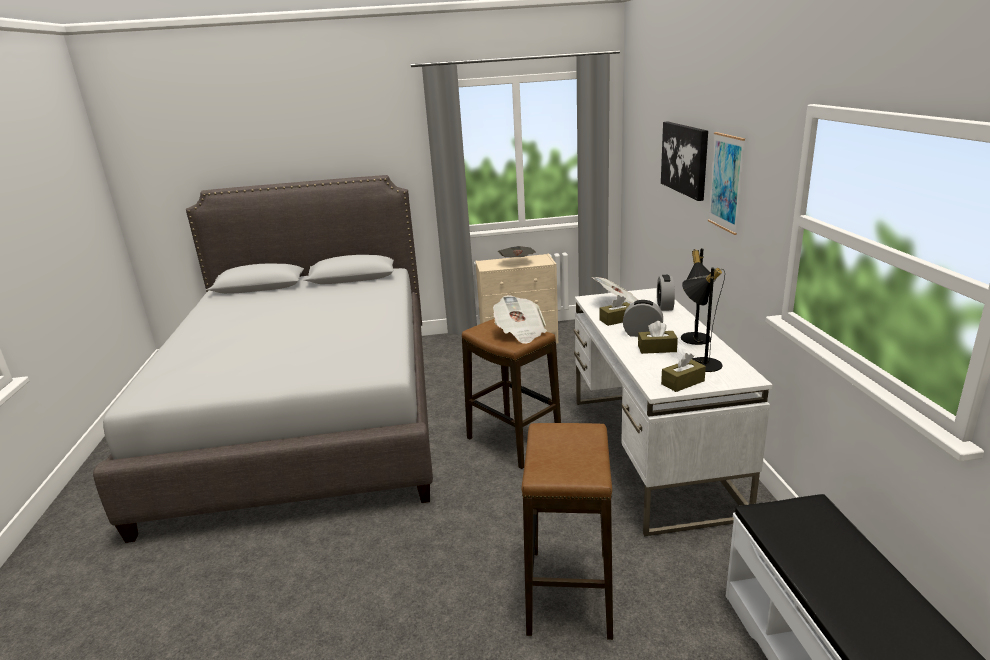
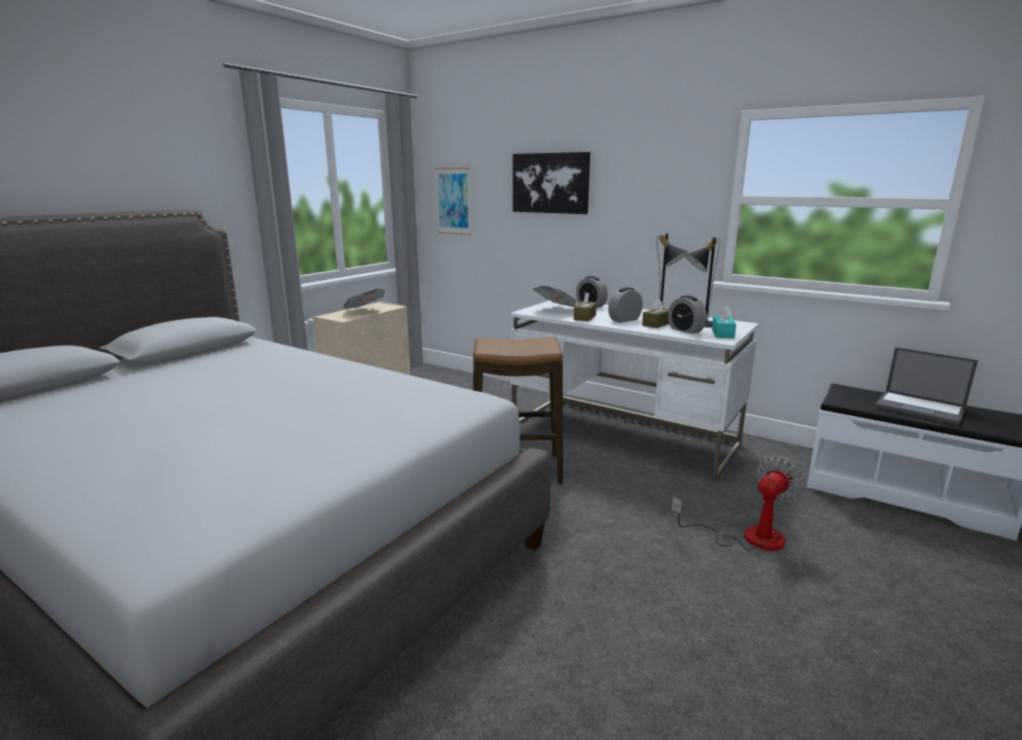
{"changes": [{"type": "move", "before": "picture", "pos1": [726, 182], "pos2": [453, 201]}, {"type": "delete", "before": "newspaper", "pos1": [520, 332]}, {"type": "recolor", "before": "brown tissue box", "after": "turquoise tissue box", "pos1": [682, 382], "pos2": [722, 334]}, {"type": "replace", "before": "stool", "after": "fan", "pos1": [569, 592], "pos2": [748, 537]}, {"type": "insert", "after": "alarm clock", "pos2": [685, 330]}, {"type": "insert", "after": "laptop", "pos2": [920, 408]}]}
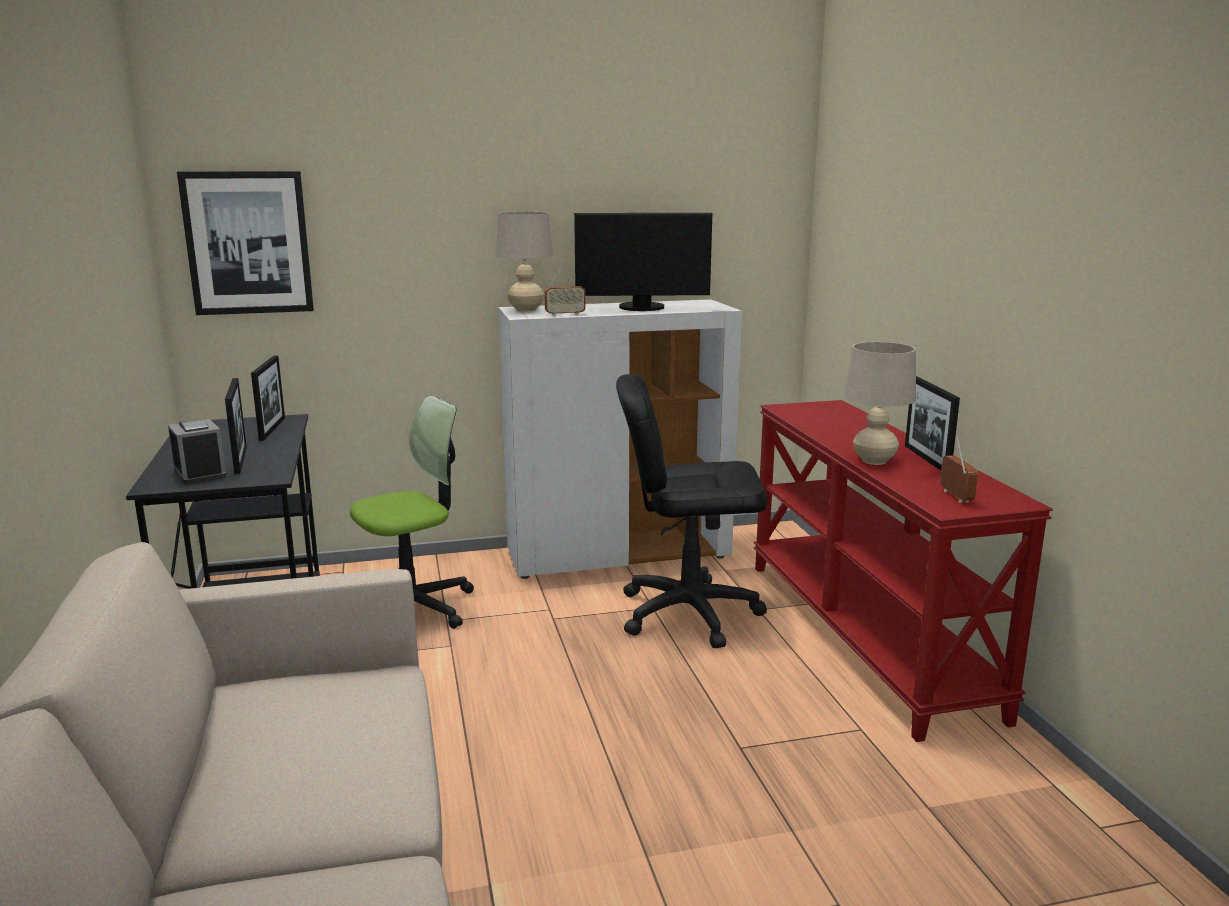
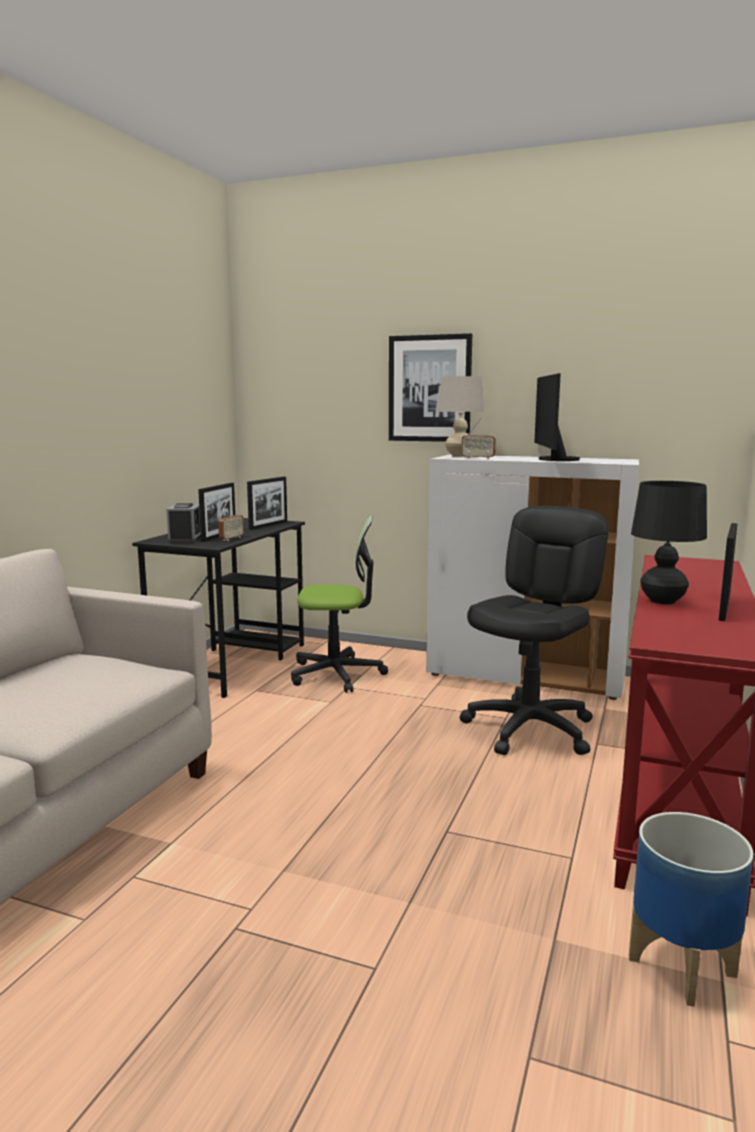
{"changes": [{"type": "move", "before": "picture", "pos1": [248, 243], "pos2": [429, 388]}, {"type": "rotate", "before": "monitor", "pos1": [642, 308], "pos2": [554, 459], "turn": 60}, {"type": "recolor", "before": "beige table lamp", "after": "black table lamp", "pos1": [873, 461], "pos2": [662, 601]}, {"type": "rotate", "before": "black office chair", "pos1": [688, 613], "pos2": [530, 729], "turn": 90}, {"type": "move", "before": "radio", "pos1": [955, 496], "pos2": [231, 539]}, {"type": "insert", "after": "planter", "pos2": [683, 968]}]}
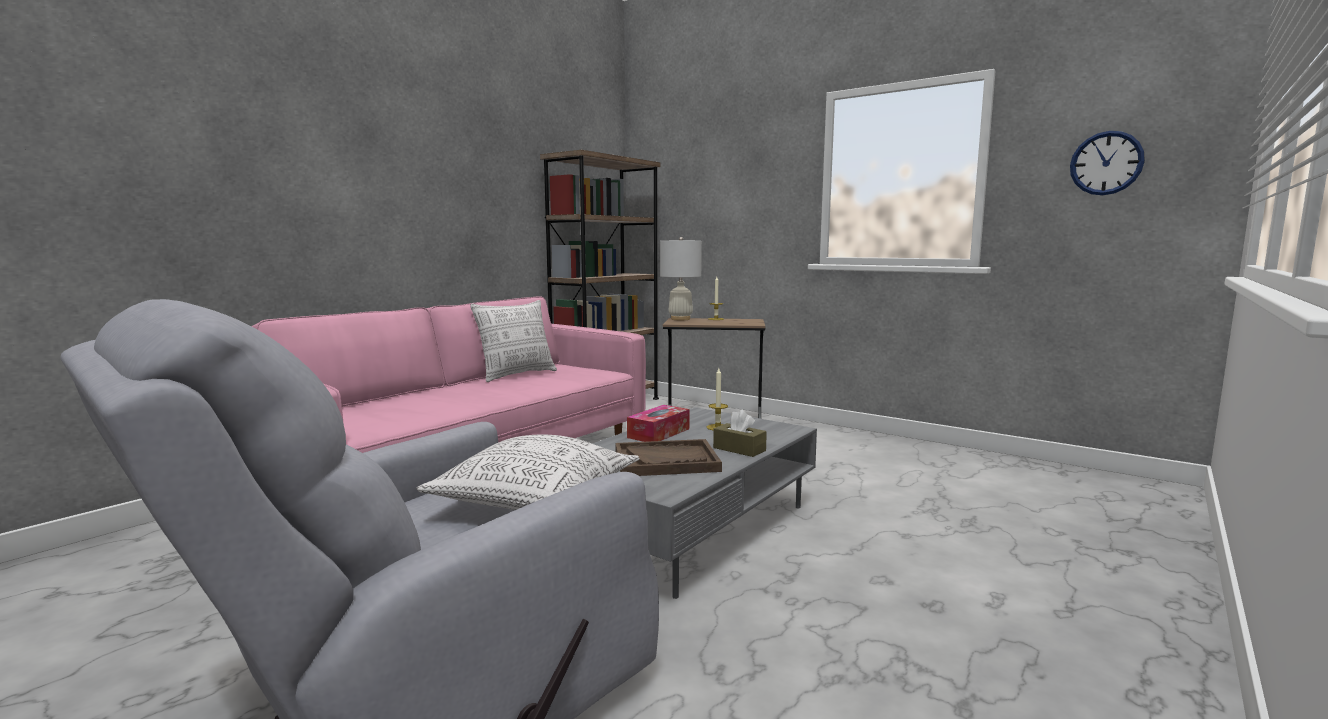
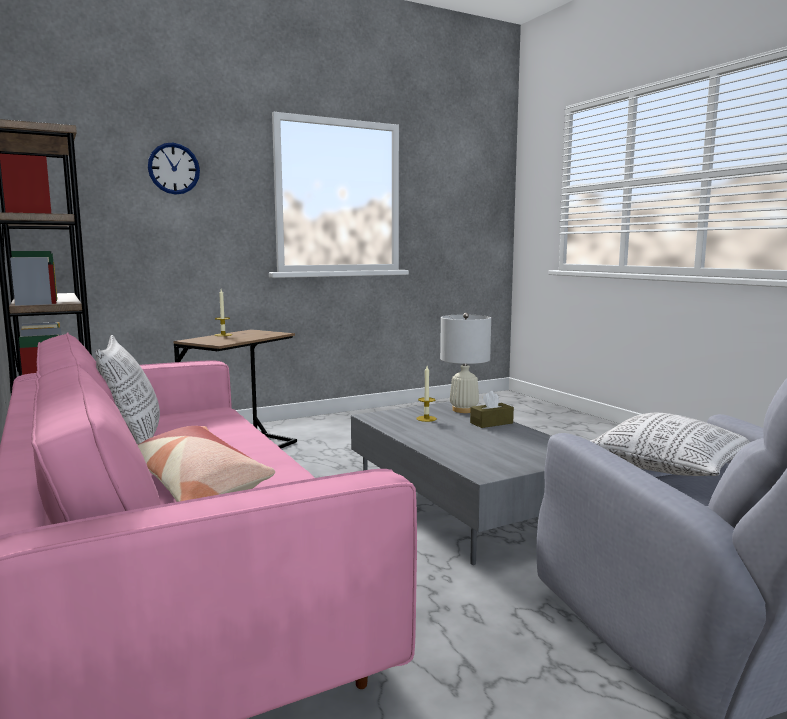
{"changes": [{"type": "move", "before": "wall clock", "pos1": [1106, 163], "pos2": [174, 168]}, {"type": "move", "before": "white table lamp", "pos1": [680, 319], "pos2": [464, 410]}, {"type": "delete", "before": "tissue box", "pos1": [658, 433]}, {"type": "delete", "before": "brown tray", "pos1": [666, 461]}, {"type": "insert", "after": "pillow", "pos2": [196, 485]}]}
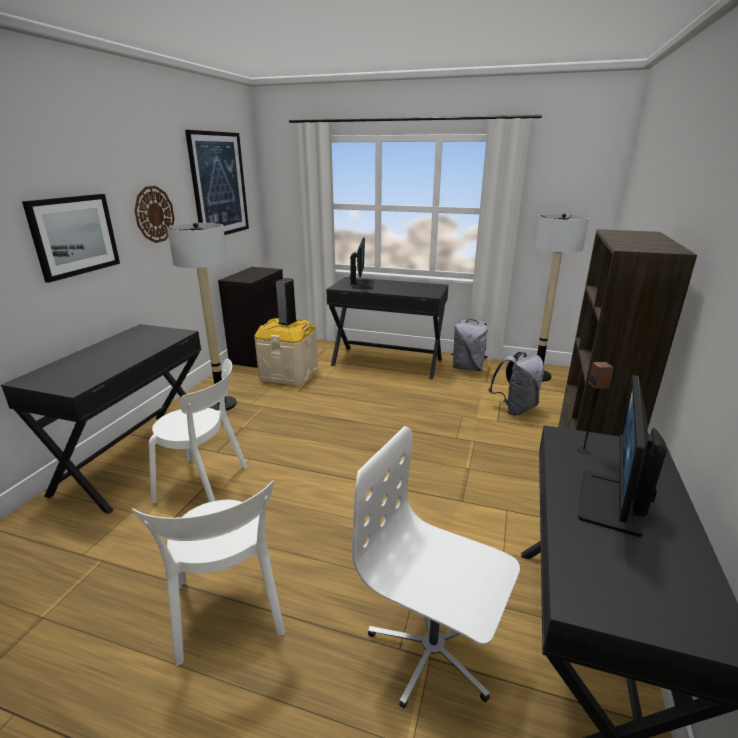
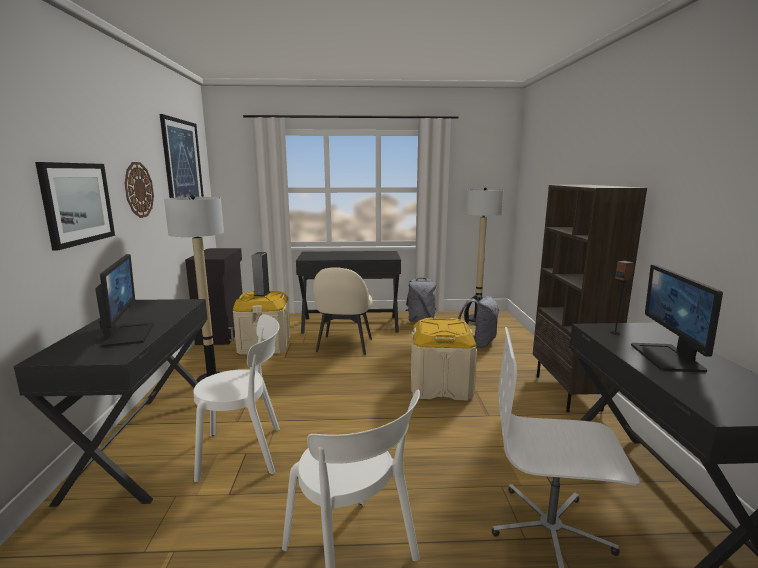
{"changes": [{"type": "move", "before": "monitor", "pos1": [362, 284], "pos2": [127, 334]}, {"type": "insert", "after": "beige chair", "pos2": [344, 346]}, {"type": "insert", "after": "beige storage box", "pos2": [441, 386]}]}
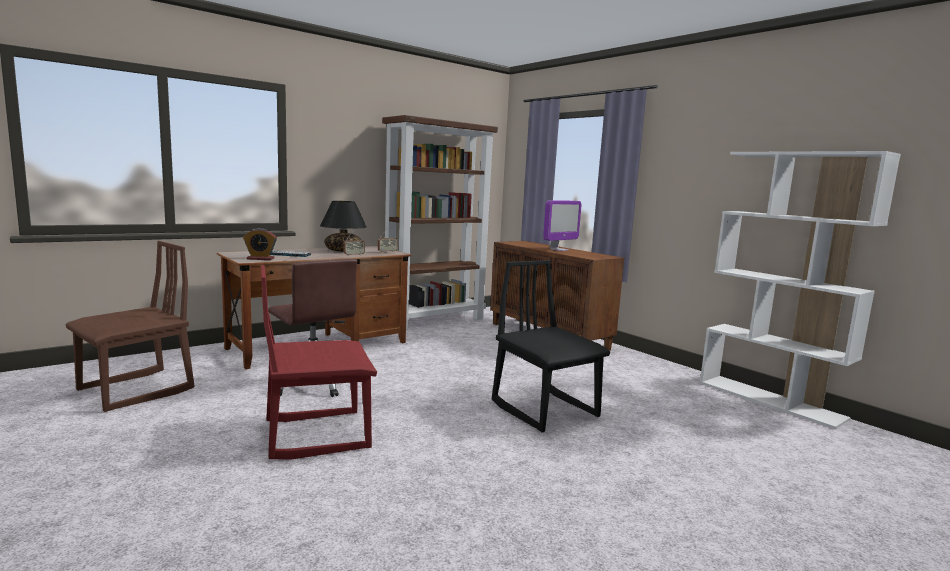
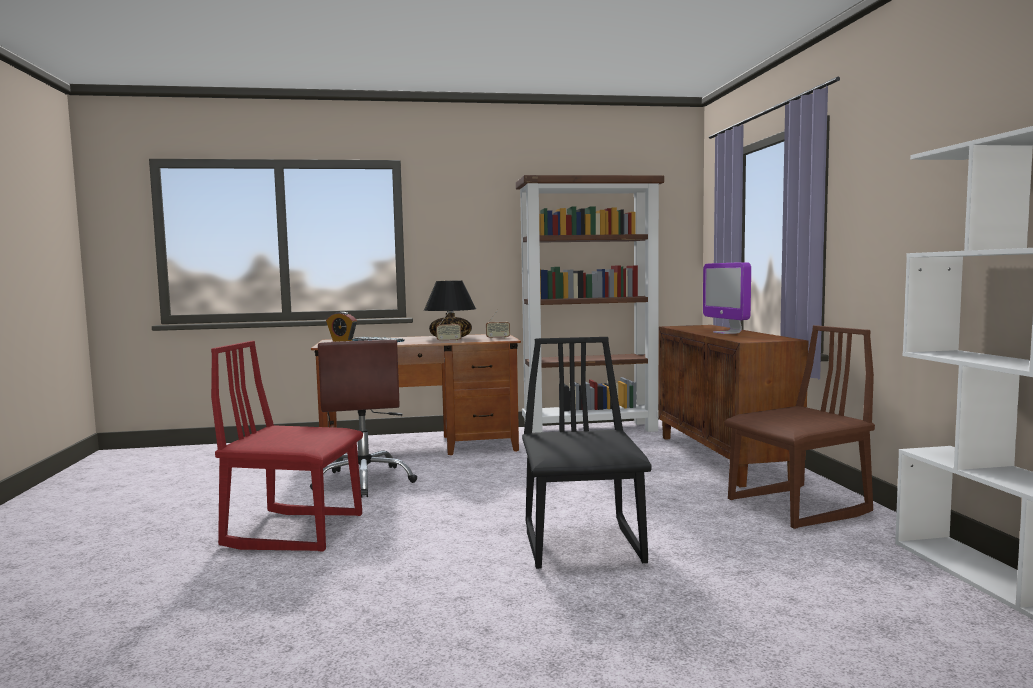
{"changes": [{"type": "rotate", "before": "monitor", "pos1": [559, 250], "pos2": [727, 333], "turn": 90}, {"type": "move", "before": "brown chair", "pos1": [136, 390], "pos2": [798, 507]}]}
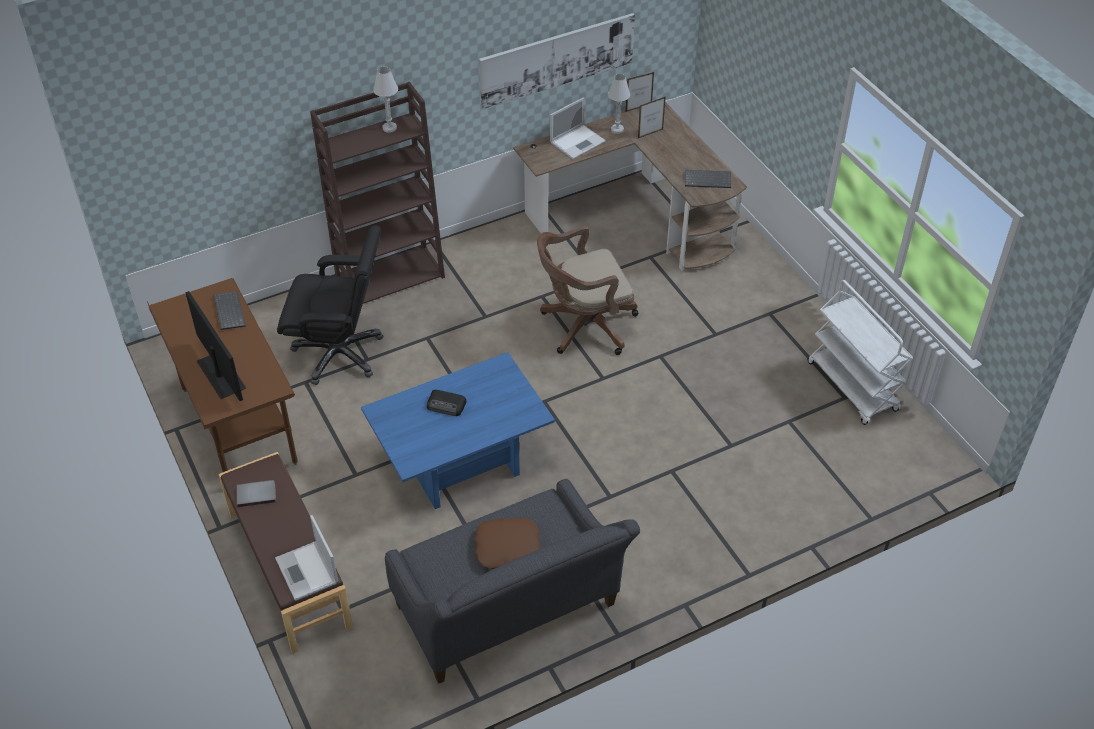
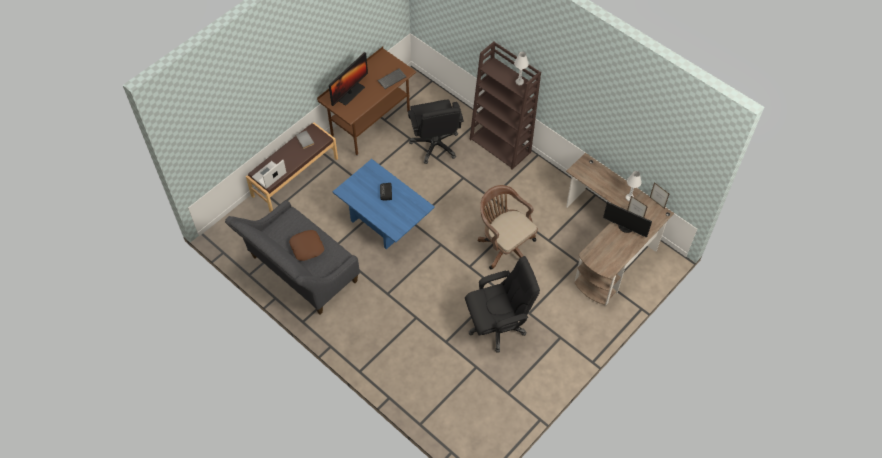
{"changes": [{"type": "delete", "before": "picture", "pos1": [557, 59]}, {"type": "delete", "before": "laptop", "pos1": [578, 141]}, {"type": "delete", "before": "keyboard", "pos1": [708, 179]}, {"type": "delete", "before": "white cart", "pos1": [853, 387]}, {"type": "insert", "after": "monitor", "pos2": [625, 227]}, {"type": "insert", "after": "black office chair", "pos2": [498, 326]}]}
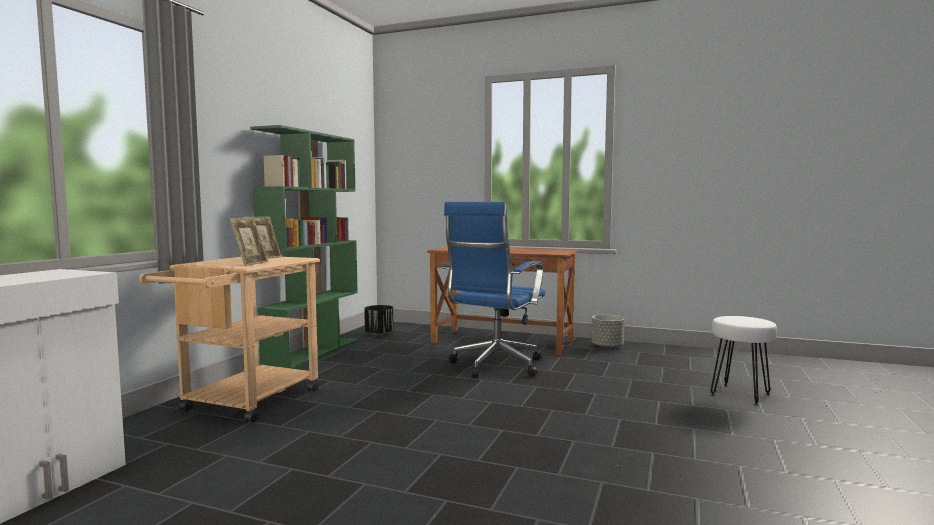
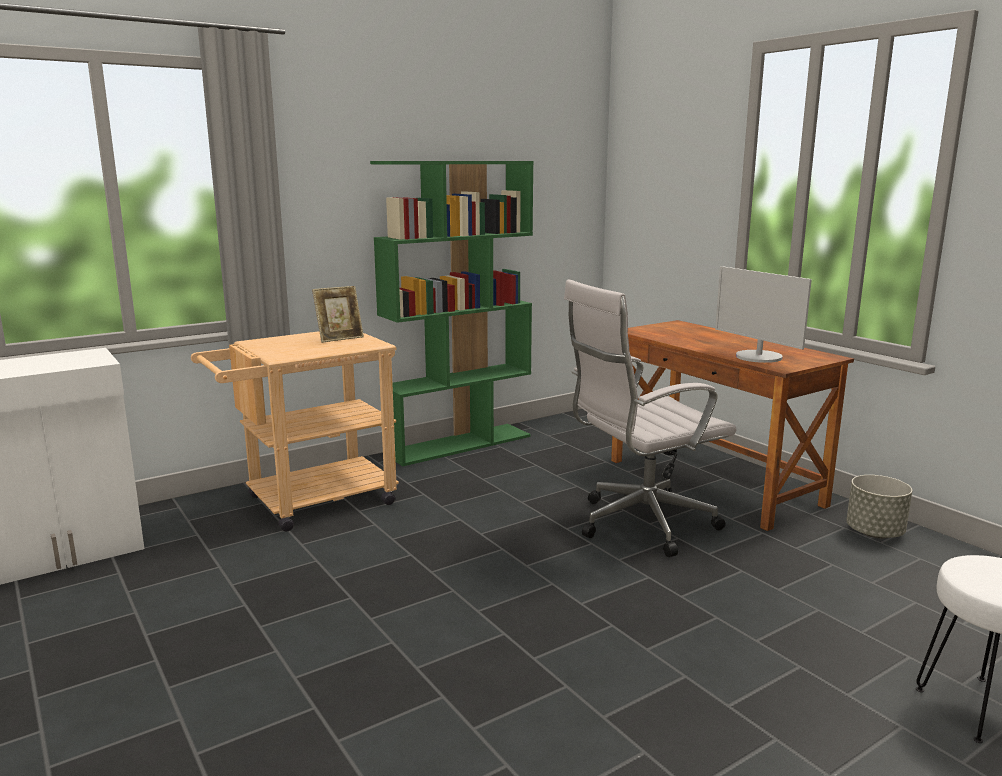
{"changes": [{"type": "recolor", "before": "blue office chair", "after": "white office chair", "pos1": [494, 366], "pos2": [639, 524]}, {"type": "delete", "before": "picture frame", "pos1": [250, 264]}, {"type": "delete", "before": "black planter", "pos1": [379, 334]}, {"type": "insert", "after": "monitor", "pos2": [758, 357]}]}
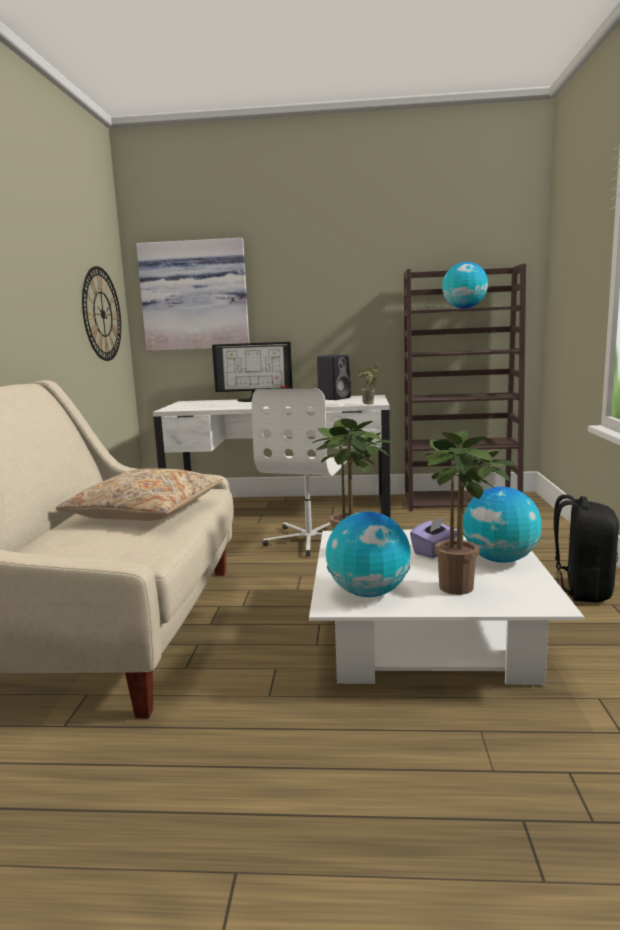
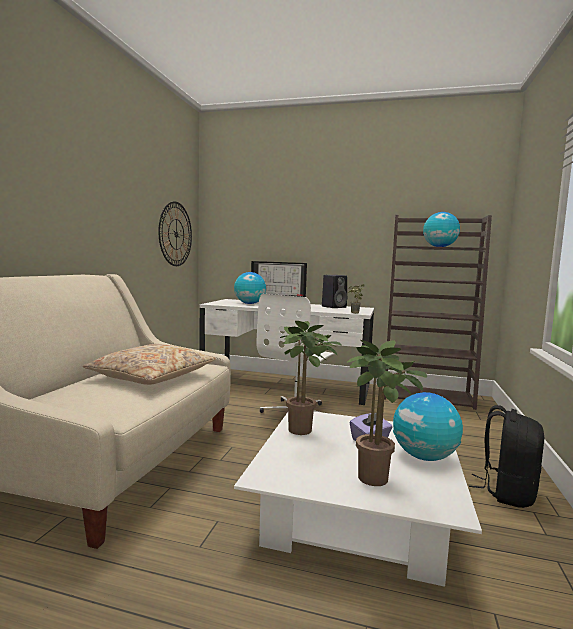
{"changes": [{"type": "delete", "before": "picture", "pos1": [195, 296]}, {"type": "move", "before": "globe", "pos1": [368, 593], "pos2": [249, 303]}]}
